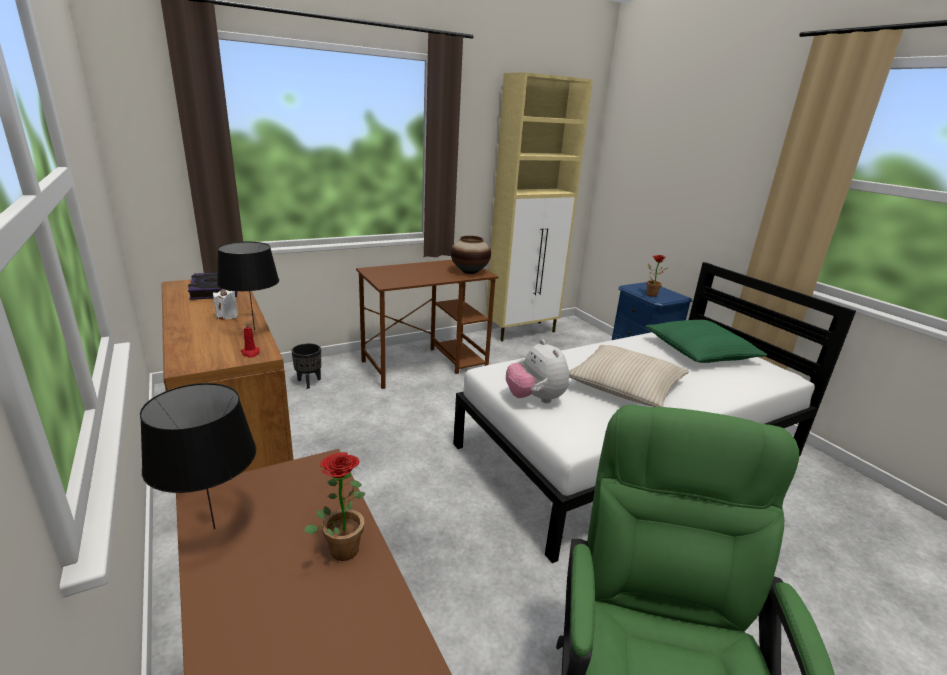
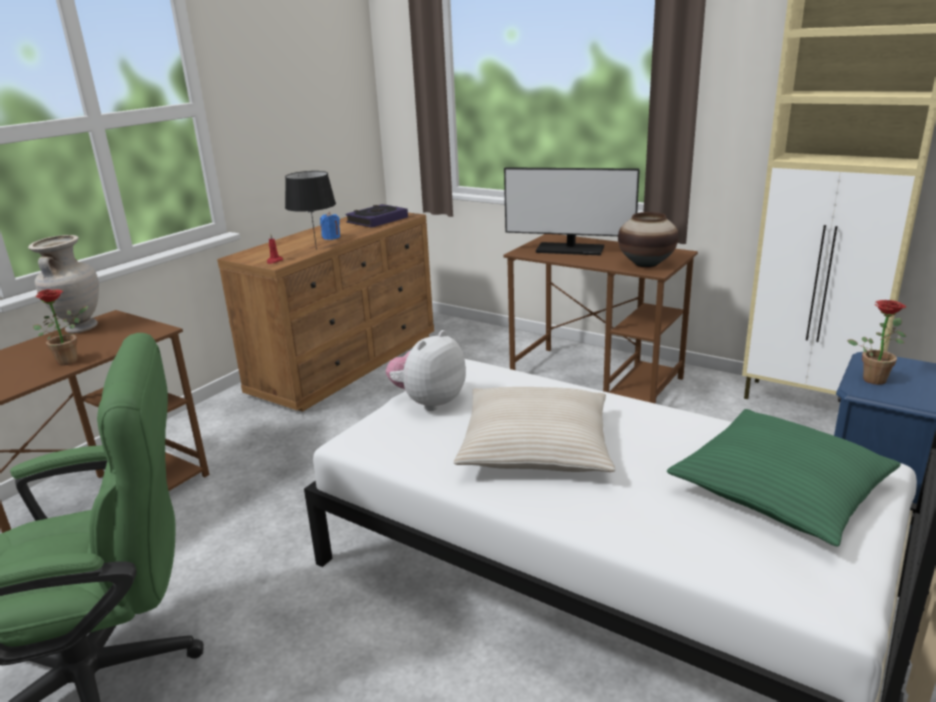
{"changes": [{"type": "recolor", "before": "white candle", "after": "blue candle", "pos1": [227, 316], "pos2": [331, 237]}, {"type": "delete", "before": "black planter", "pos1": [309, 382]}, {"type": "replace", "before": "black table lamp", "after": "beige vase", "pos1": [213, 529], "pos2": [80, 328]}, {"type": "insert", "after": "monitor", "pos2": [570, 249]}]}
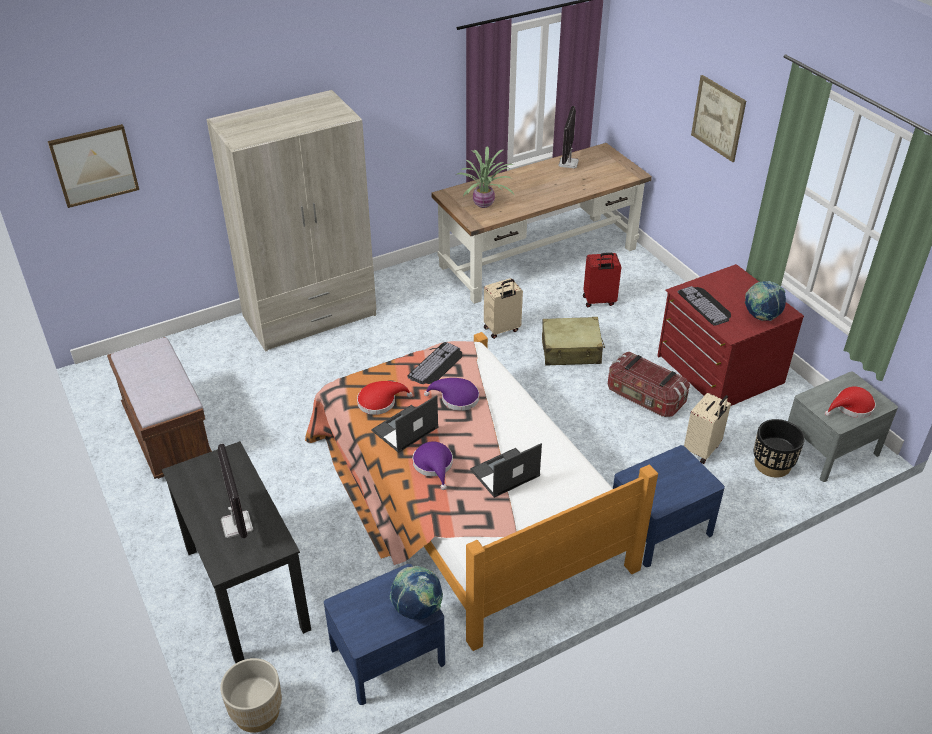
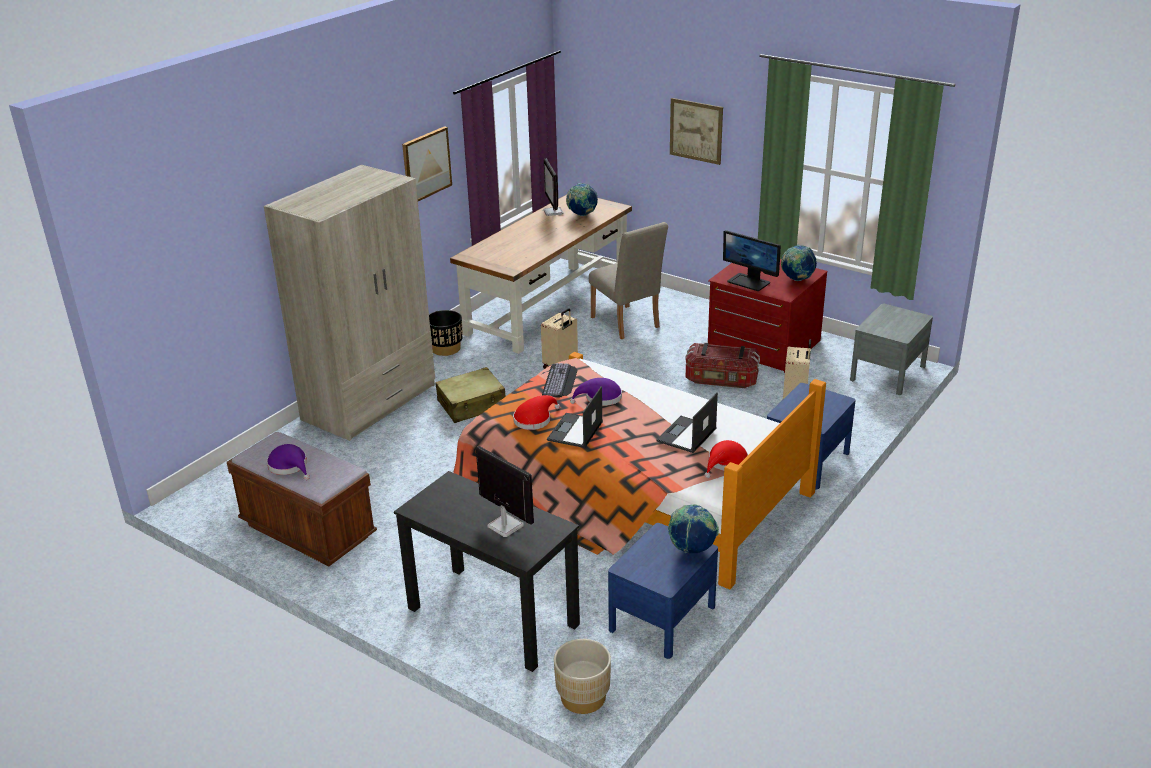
{"changes": [{"type": "move", "before": "picture", "pos1": [94, 165], "pos2": [426, 164]}, {"type": "delete", "before": "potted plant", "pos1": [484, 205]}, {"type": "replace", "before": "red suitcase", "after": "beige chair", "pos1": [599, 301], "pos2": [627, 324]}, {"type": "replace", "before": "keyboard", "after": "monitor", "pos1": [706, 305], "pos2": [749, 282]}, {"type": "move", "before": "beige suitcase", "pos1": [571, 350], "pos2": [472, 405]}, {"type": "move", "before": "red hat", "pos1": [851, 407], "pos2": [726, 463]}, {"type": "move", "before": "black planter", "pos1": [772, 464], "pos2": [446, 348]}, {"type": "move", "before": "purple hat", "pos1": [434, 465], "pos2": [290, 466]}, {"type": "insert", "after": "globe", "pos2": [582, 215]}]}
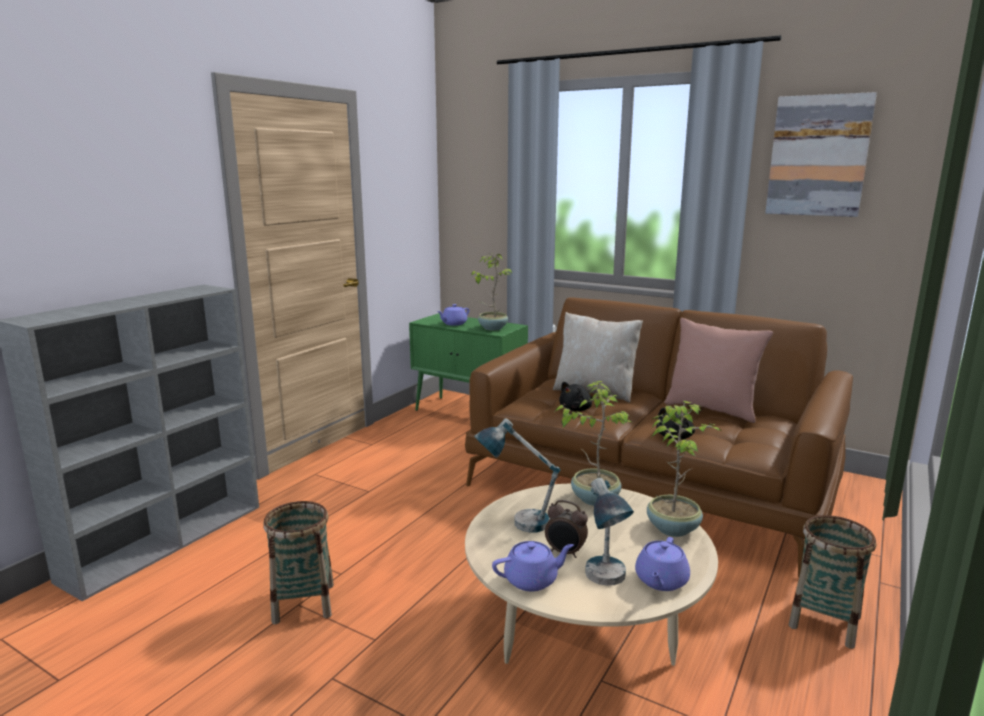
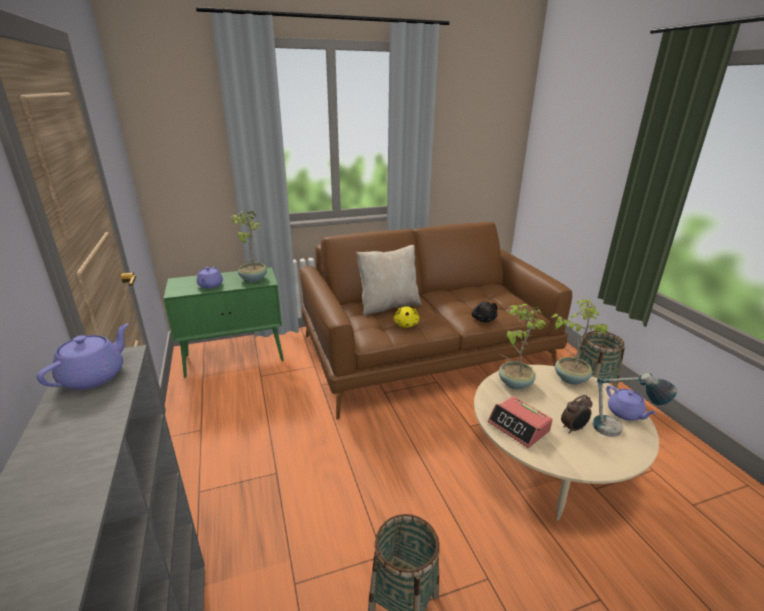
{"changes": [{"type": "delete", "before": "picture", "pos1": [818, 156]}, {"type": "delete", "before": "pink pillow", "pos1": [712, 409]}, {"type": "recolor", "before": "black plush toy", "after": "yellow plush toy", "pos1": [576, 409], "pos2": [406, 324]}, {"type": "replace", "before": "table lamp", "after": "alarm clock", "pos1": [516, 521], "pos2": [519, 427]}, {"type": "move", "before": "purple teapot", "pos1": [532, 580], "pos2": [94, 376]}]}
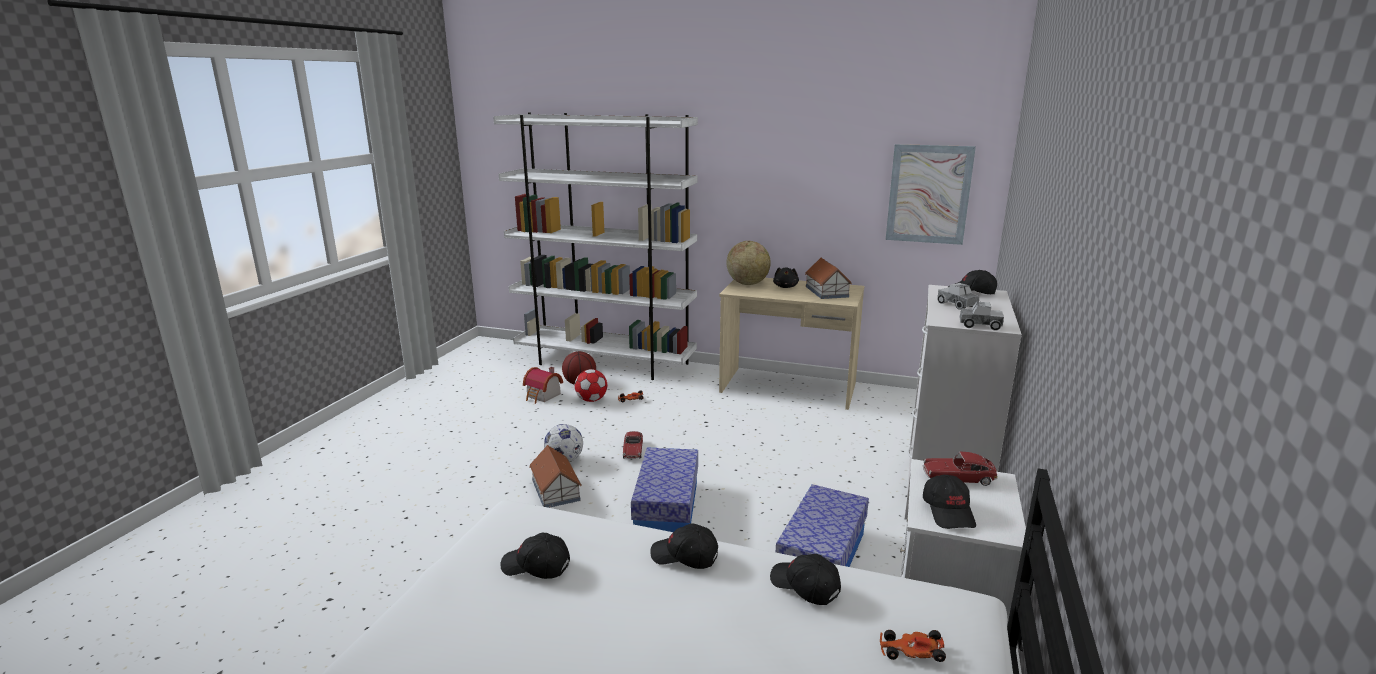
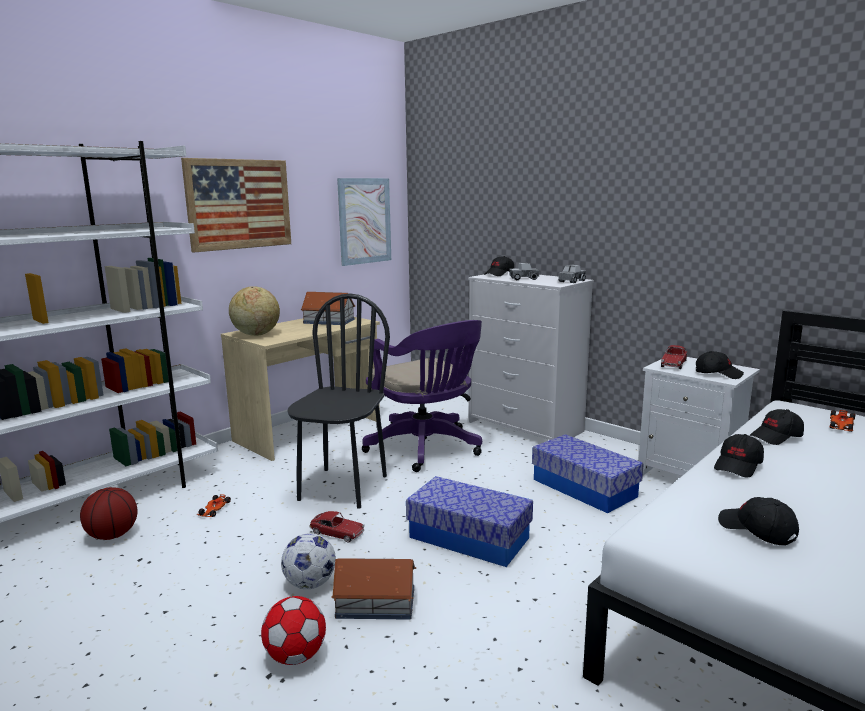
{"changes": [{"type": "delete", "before": "black plush toy", "pos1": [785, 287]}, {"type": "delete", "before": "toy house", "pos1": [543, 396]}, {"type": "move", "before": "football", "pos1": [591, 400], "pos2": [296, 656]}, {"type": "rotate", "before": "black cap", "pos1": [536, 567], "pos2": [756, 531], "turn": 105}, {"type": "insert", "after": "picture", "pos2": [239, 204]}, {"type": "insert", "after": "black chair", "pos2": [342, 487]}, {"type": "insert", "after": "purple office chair", "pos2": [426, 449]}]}
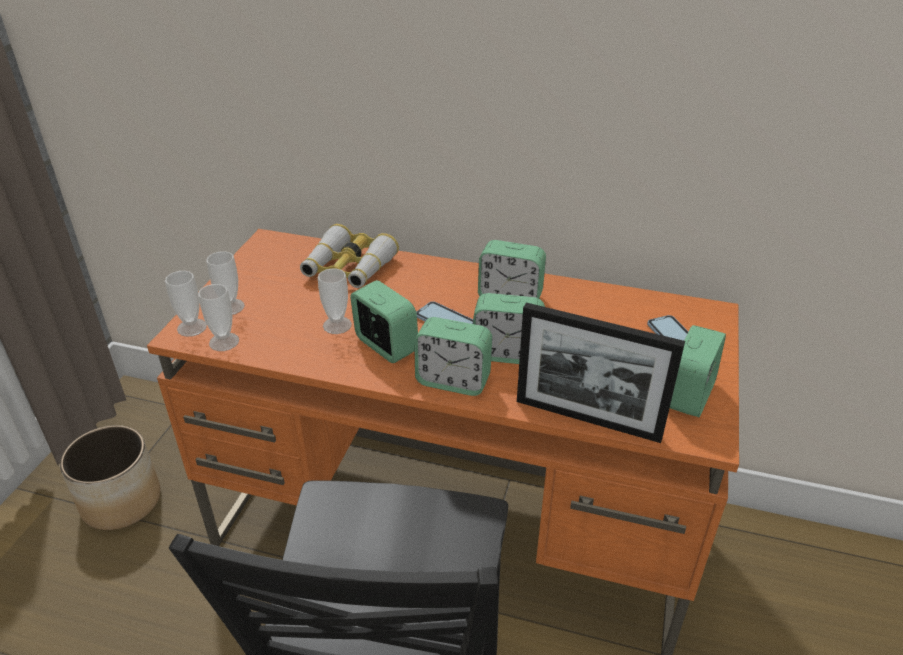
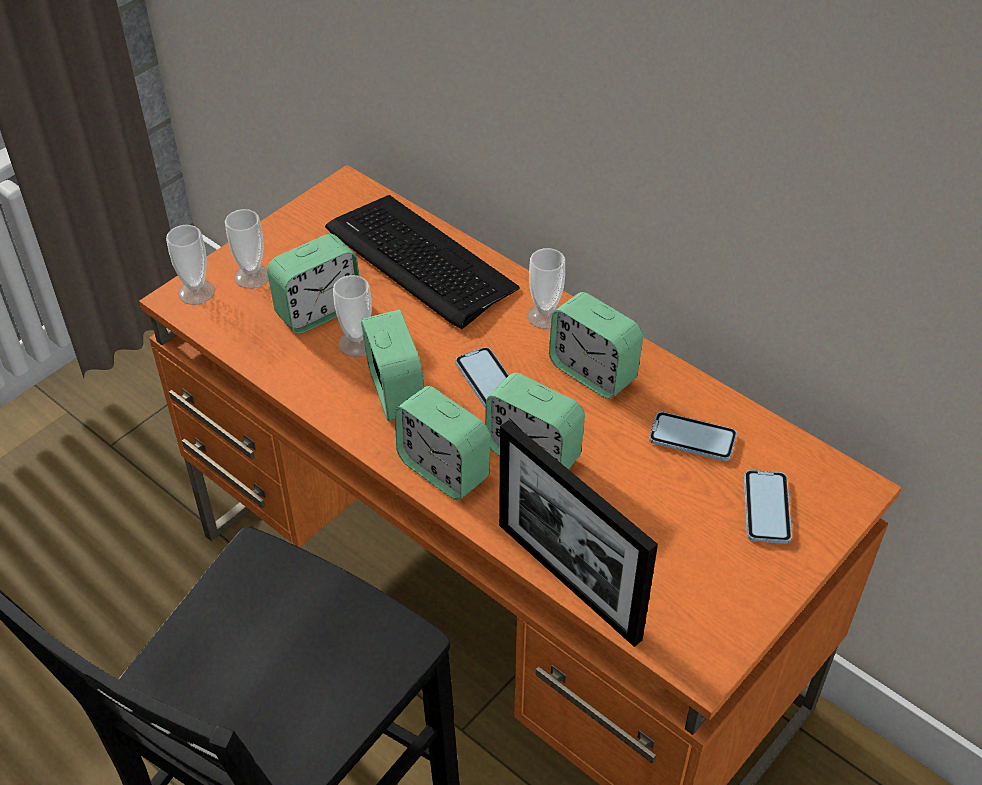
{"changes": [{"type": "replace", "before": "binoculars", "after": "keyboard", "pos1": [349, 268], "pos2": [420, 261]}, {"type": "move", "before": "cup", "pos1": [224, 342], "pos2": [545, 316]}, {"type": "move", "before": "alarm clock", "pos1": [689, 395], "pos2": [318, 311]}, {"type": "delete", "before": "planter", "pos1": [121, 501]}, {"type": "insert", "after": "phone", "pos2": [692, 438]}]}
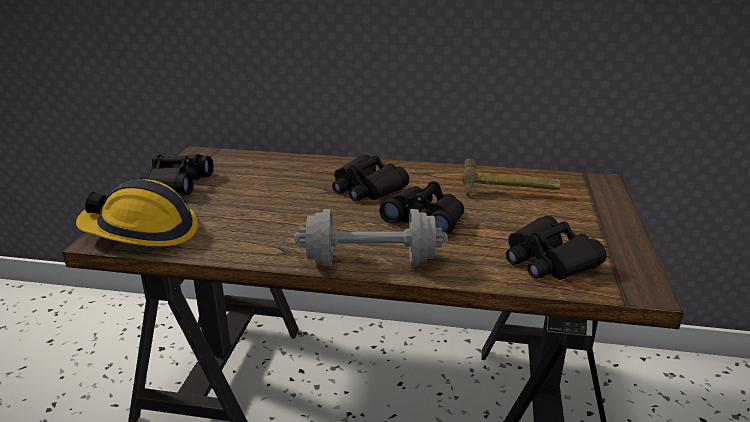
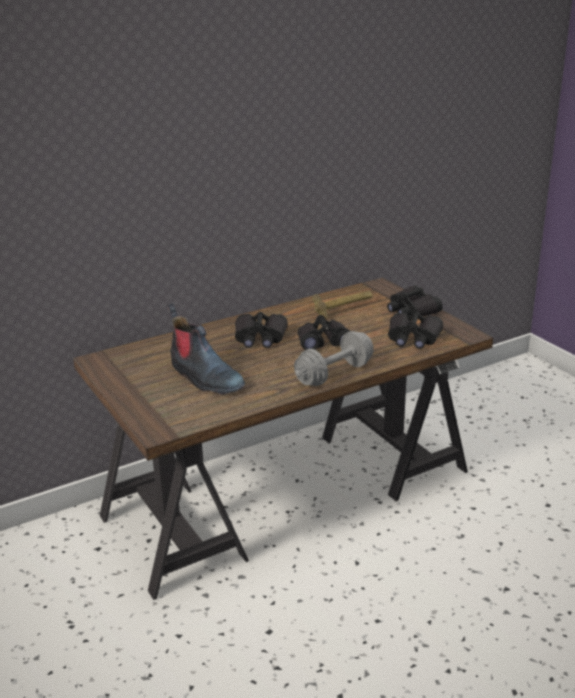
{"changes": [{"type": "move", "before": "black binoculars", "pos1": [177, 184], "pos2": [412, 310]}, {"type": "delete", "before": "hard hat", "pos1": [142, 232]}, {"type": "insert", "after": "boot", "pos2": [204, 378]}]}
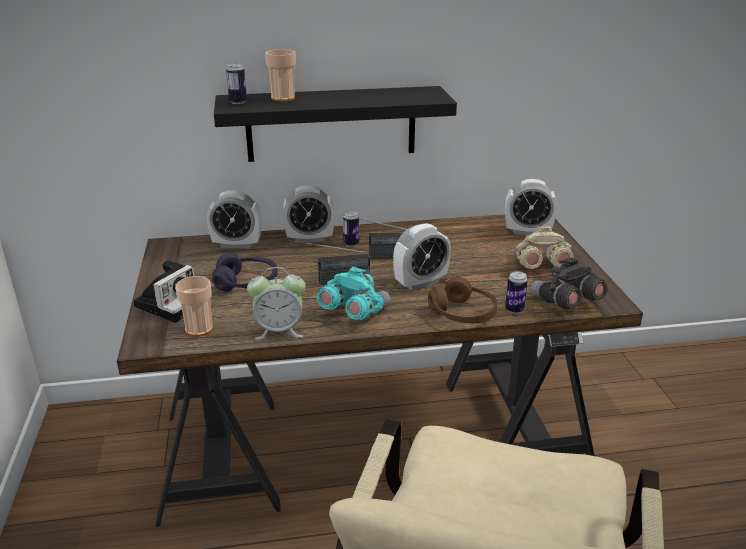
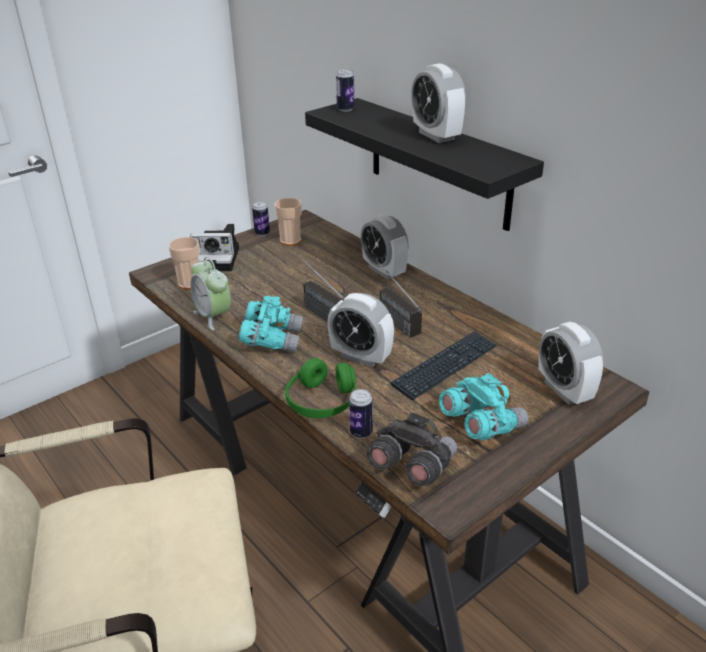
{"changes": [{"type": "move", "before": "cup", "pos1": [283, 98], "pos2": [290, 240]}, {"type": "move", "before": "alarm clock", "pos1": [237, 244], "pos2": [436, 136]}, {"type": "move", "before": "can", "pos1": [351, 244], "pos2": [262, 233]}, {"type": "recolor", "before": "beige binoculars", "after": "turquoise binoculars", "pos1": [540, 267], "pos2": [480, 424]}, {"type": "delete", "before": "purple headphones", "pos1": [246, 283]}, {"type": "recolor", "before": "brown headphones", "after": "green headphones", "pos1": [463, 314], "pos2": [322, 401]}, {"type": "insert", "after": "keyboard", "pos2": [445, 366]}]}
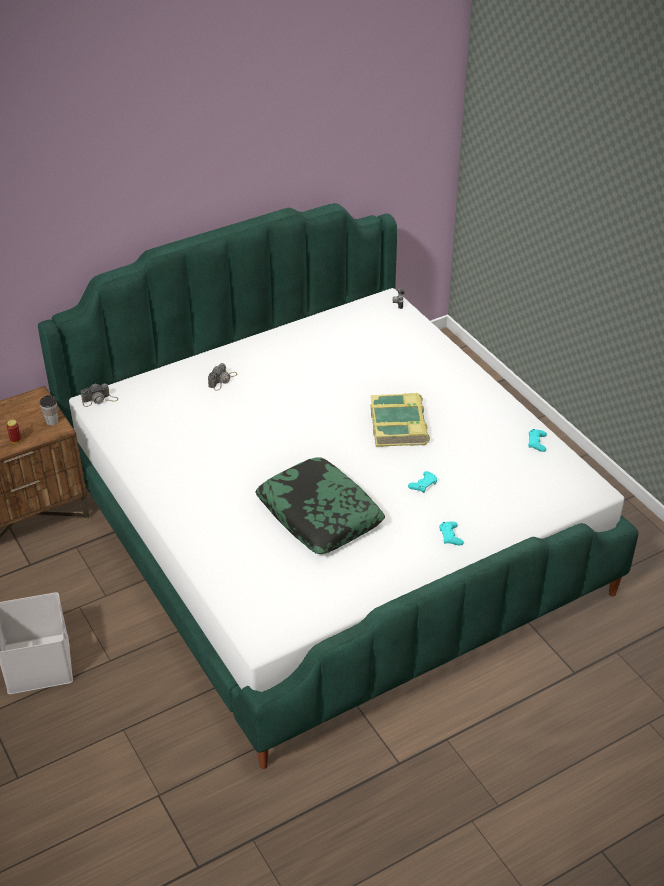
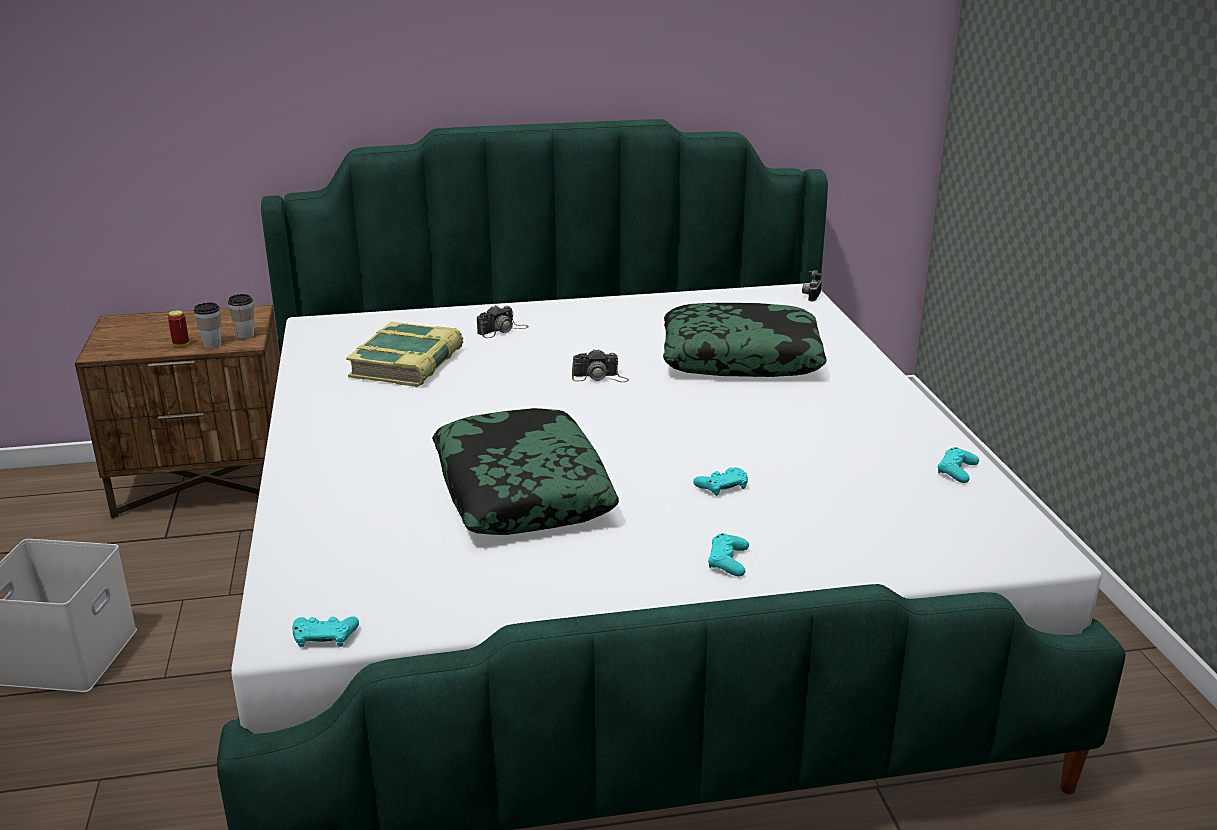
{"changes": [{"type": "move", "before": "photo camera", "pos1": [99, 400], "pos2": [600, 377]}, {"type": "move", "before": "book", "pos1": [399, 425], "pos2": [408, 364]}, {"type": "insert", "after": "cup", "pos2": [212, 344]}, {"type": "insert", "after": "pillow", "pos2": [741, 357]}, {"type": "insert", "after": "turquoise game controller", "pos2": [325, 637]}]}
